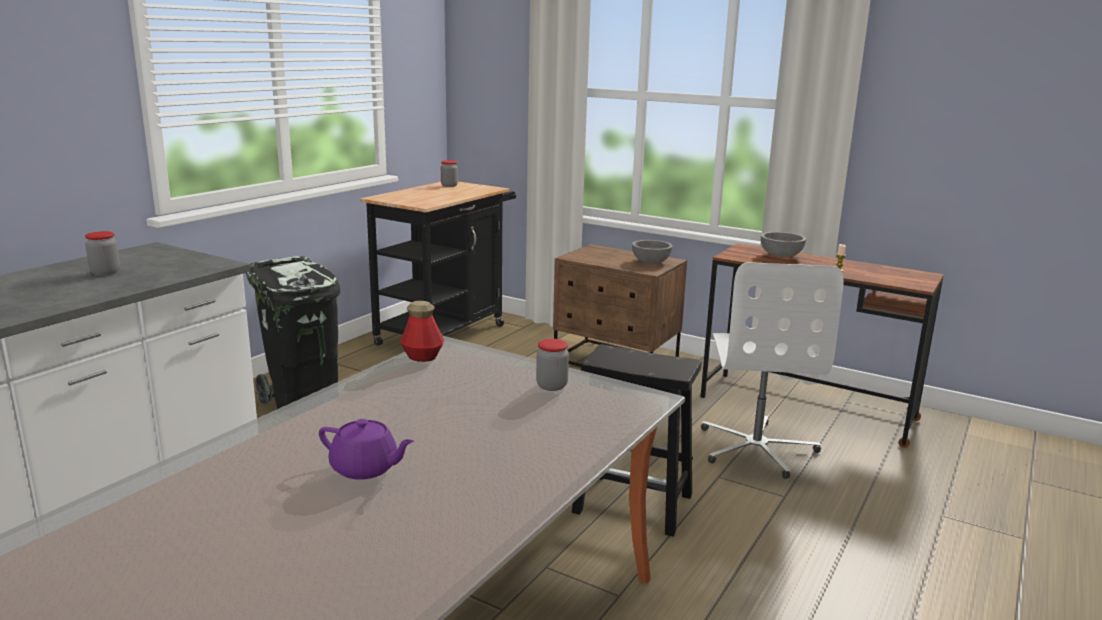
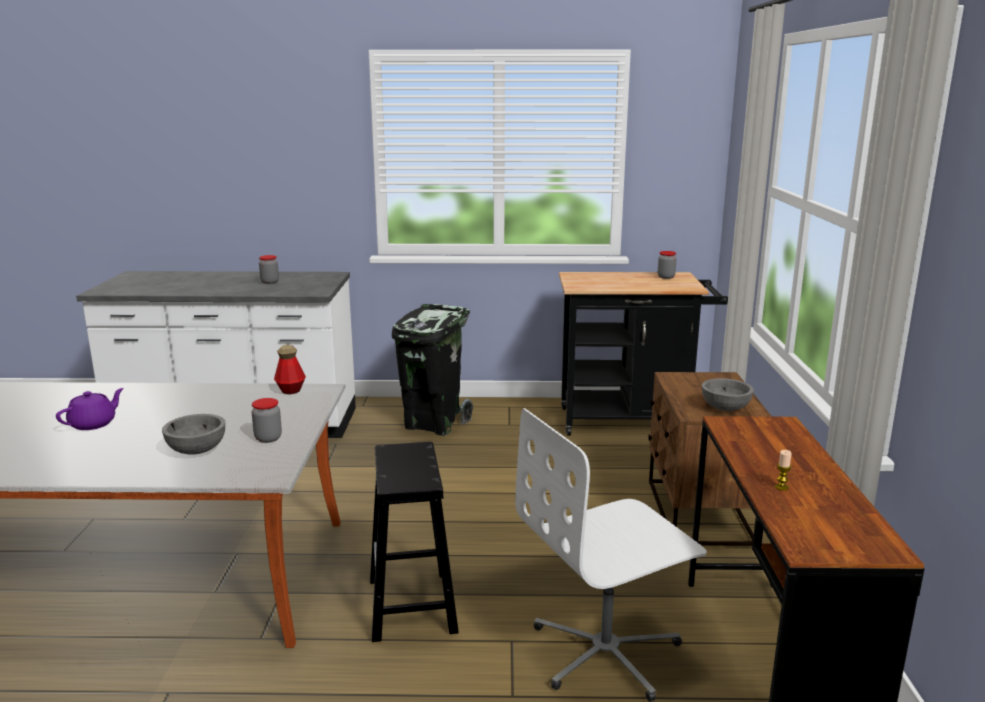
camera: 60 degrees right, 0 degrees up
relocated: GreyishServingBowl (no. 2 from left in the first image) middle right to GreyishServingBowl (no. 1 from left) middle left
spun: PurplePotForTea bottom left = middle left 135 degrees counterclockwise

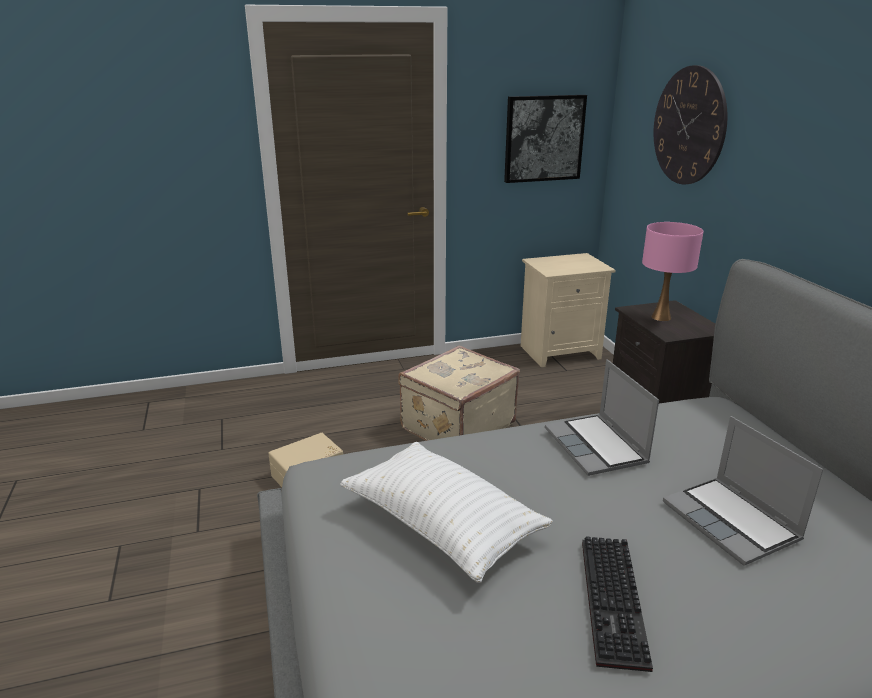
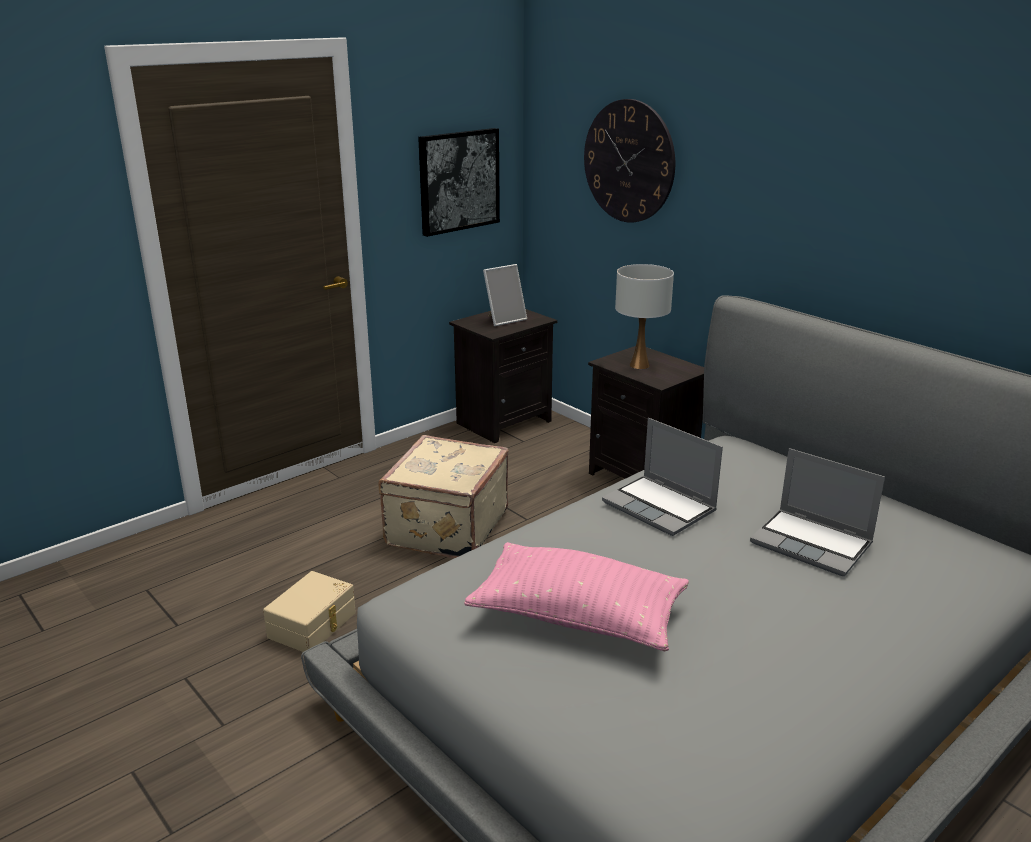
camera: 25 degrees left, 0 degrees up
missing: ComputerKeyboard bottom right
appeared: PhotoFrame centre
colour: BeigeColouredNightTable centre to BlackNightTable (no. 1 from left) centre; WhitishThrowPillow bottom centre to PinkThrowPillow bottom centre; PinkLampForATable middle right to WhitishLampForATable centre

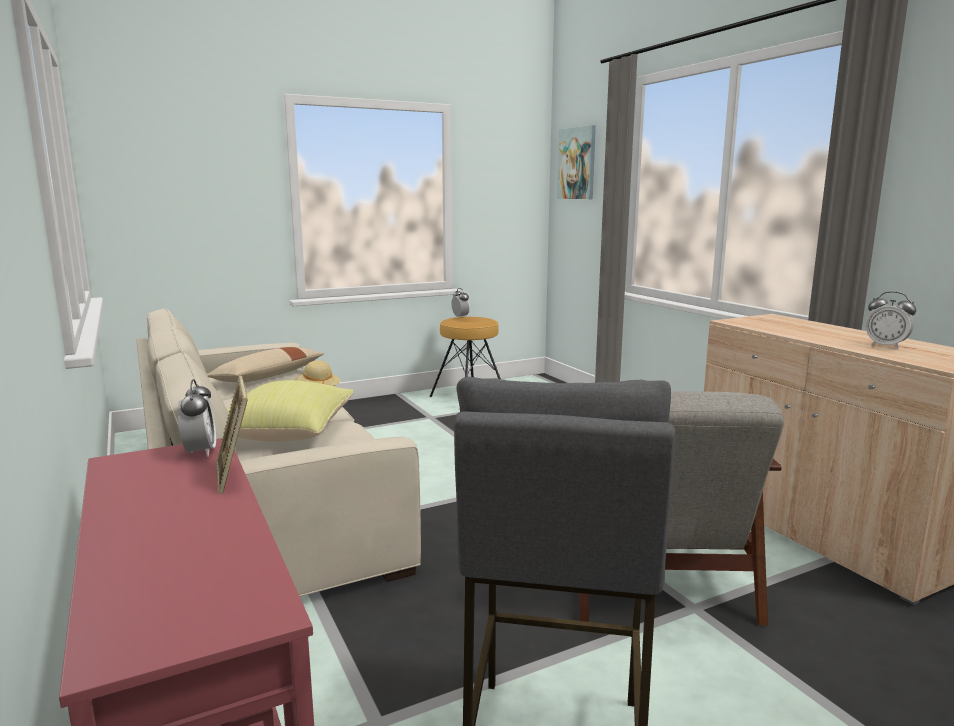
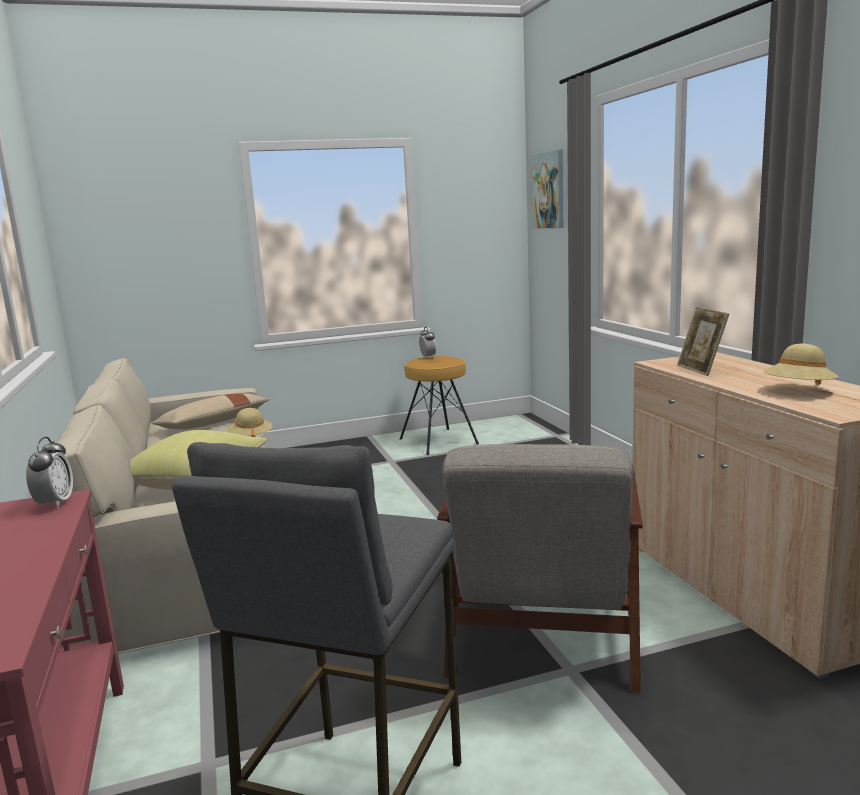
camera: 10 degrees right, 0 degrees up
relocated: PhotoFrame middle left to middle right
exchanged: BedsideClock (no. 3 from left) middle right to BeigeColouredWearableHat (no. 2 from left) middle right

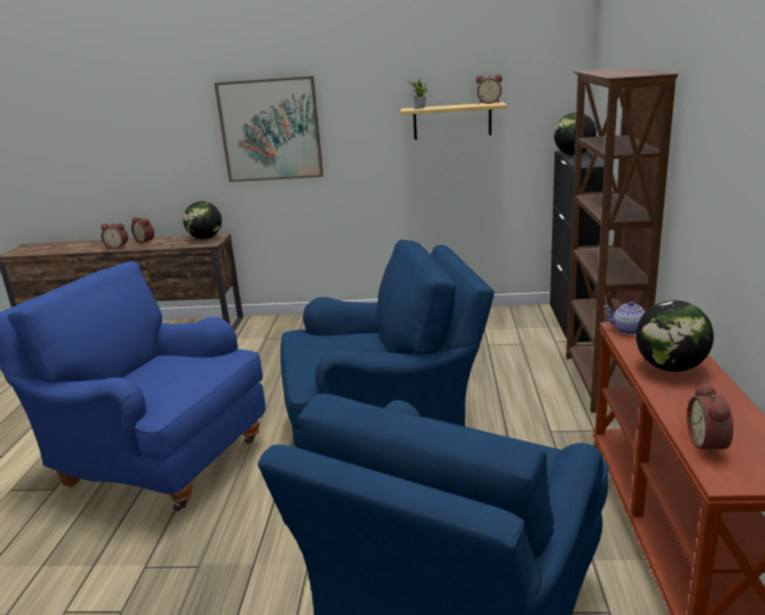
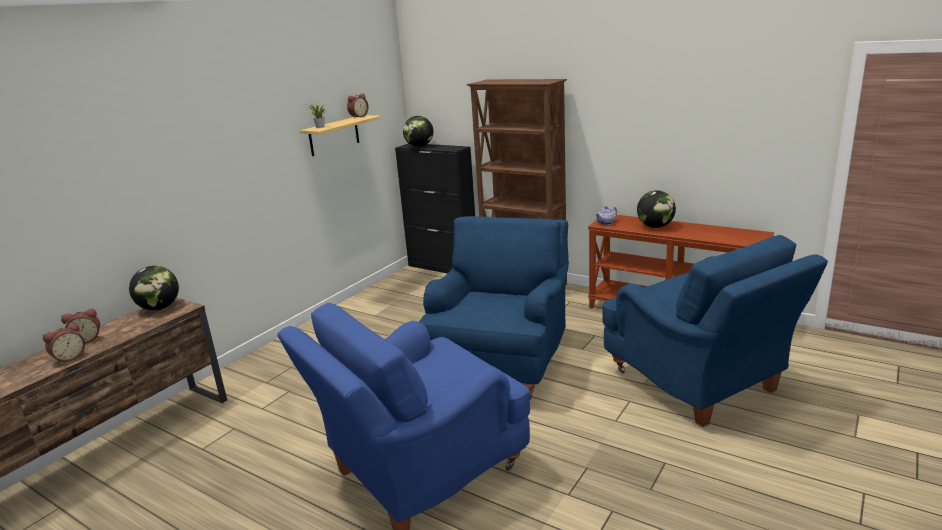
camera: 60 degrees left, 0 degrees up
missing: Picture top centre; BedsideClock (no. 4 from left) bottom right

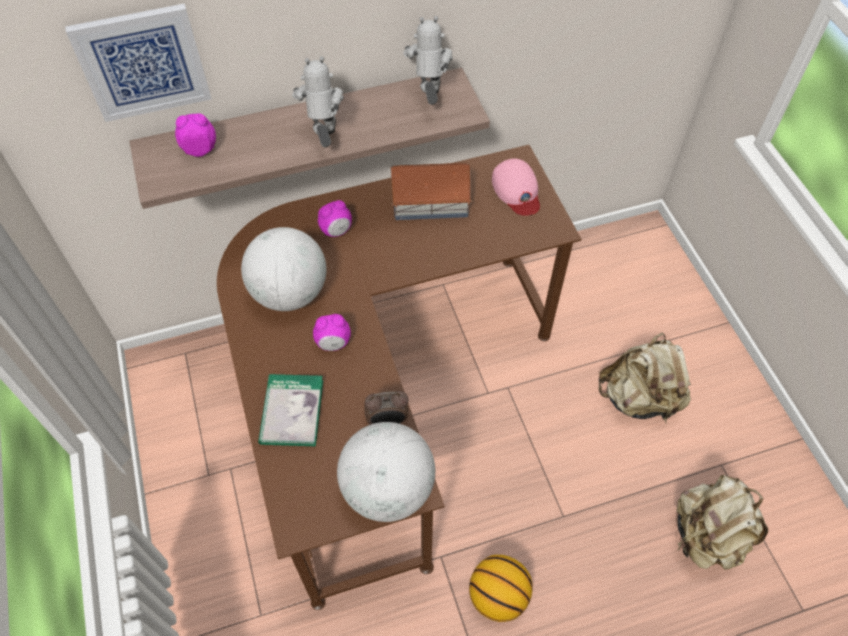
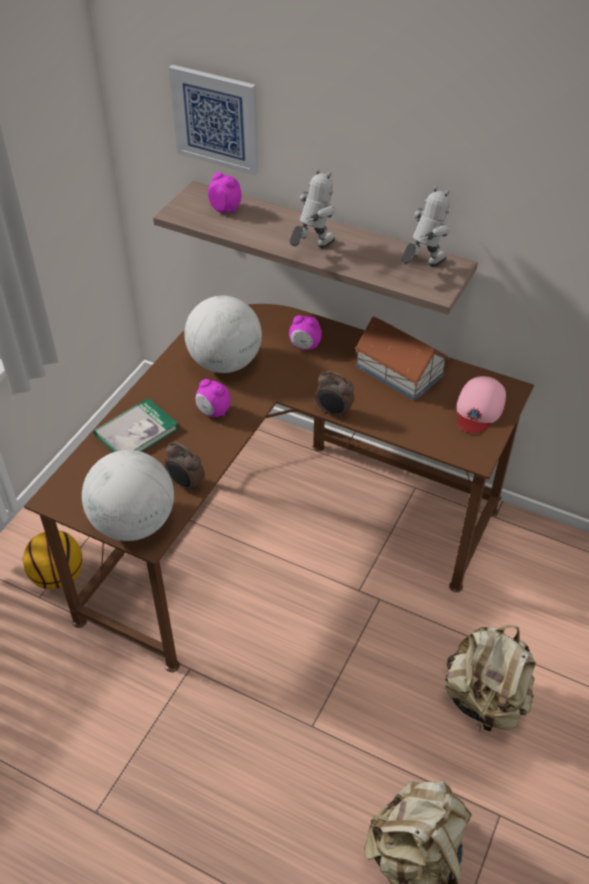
camera: 45 degrees right, 10 degrees down
appeared: BedsideClock (no. 5 from left) centre
relocated: Basketball bottom centre to middle left

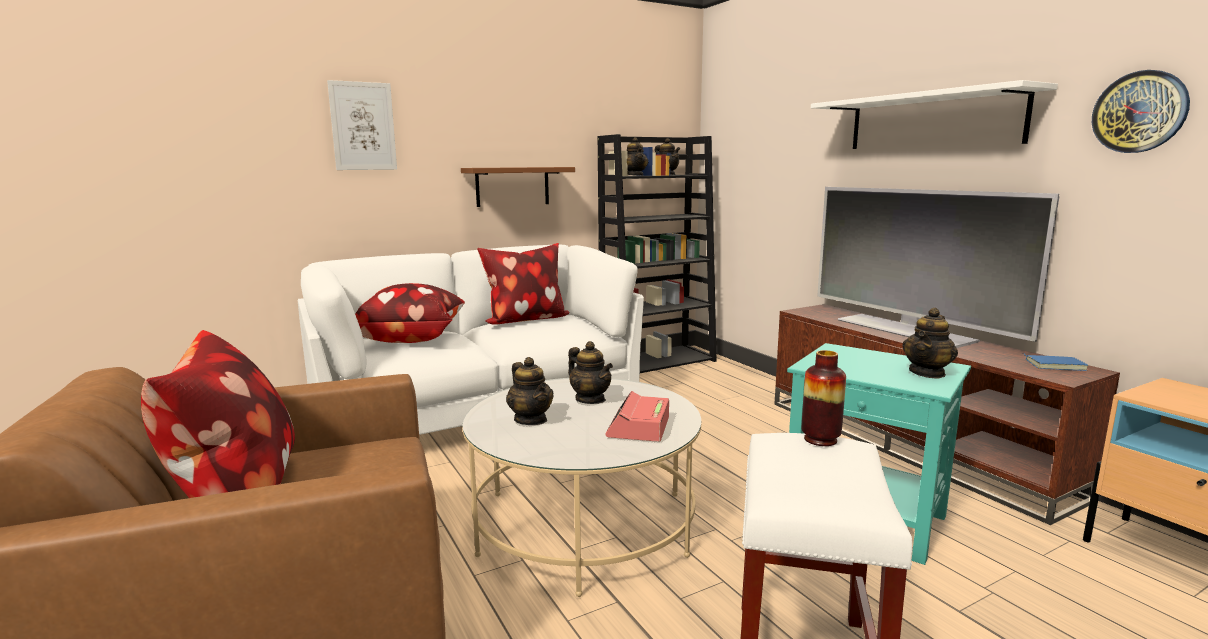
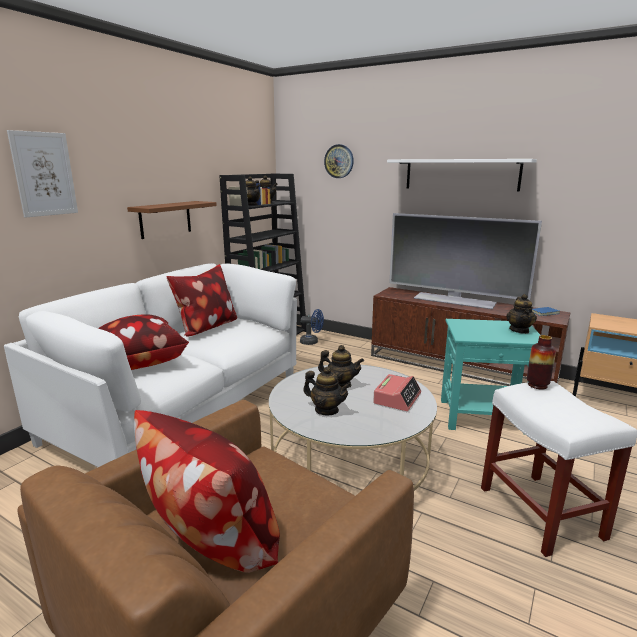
camera: 30 degrees left, 5 degrees up
appeared: BlueColouredElectricFan centre
relocated: HangingClock top right to top centre
spun: BedsideClock centre = centre 135 degrees counterclockwise

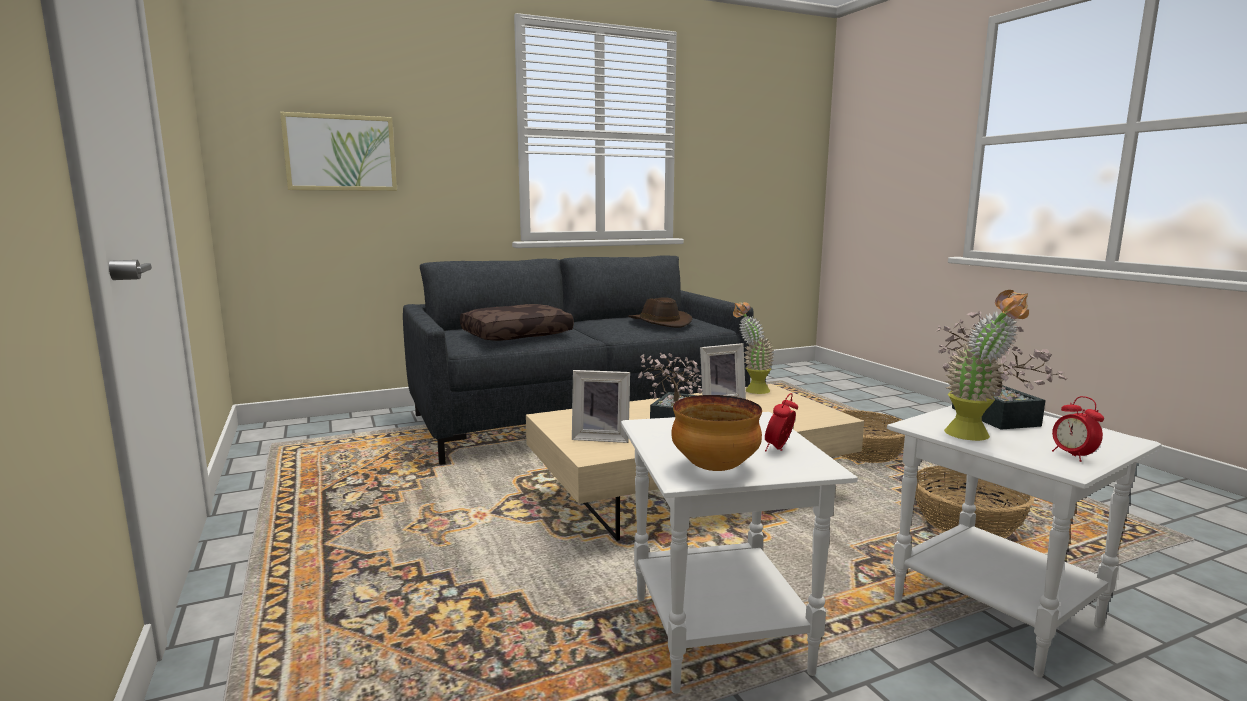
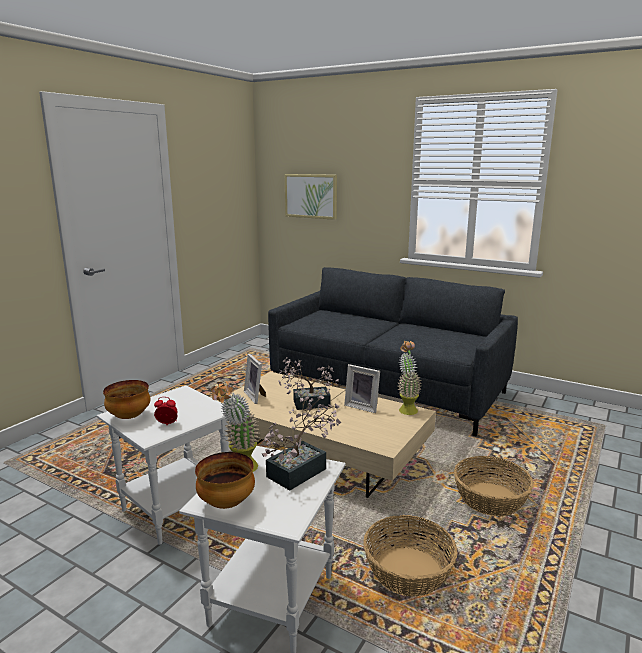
camera: 55 degrees right, 5 degrees up
missing: BrownColouredThrowPillow centre; BrownColouredWearableHat centre
exchanged: BedsideClock (no. 2 from left) middle right to ServingBowl (no. 2 from left) bottom centre

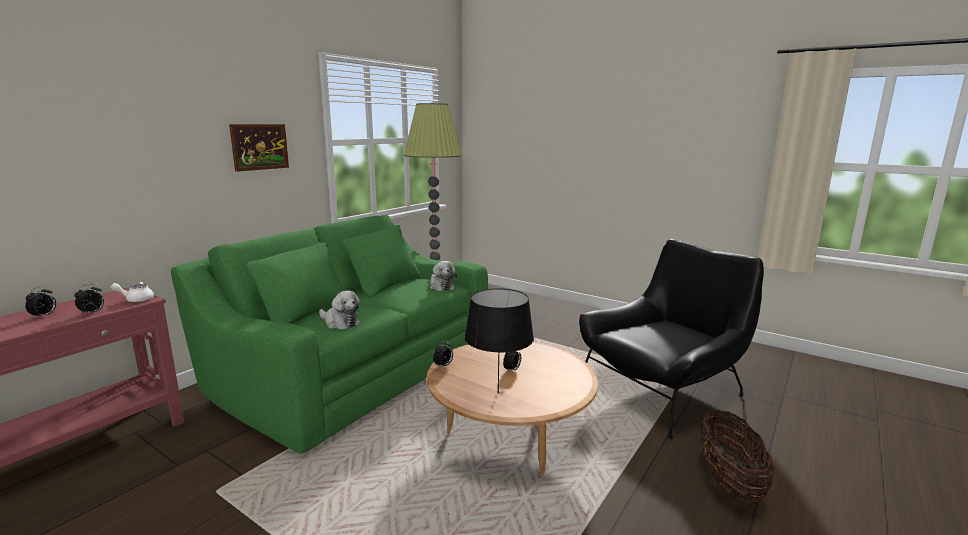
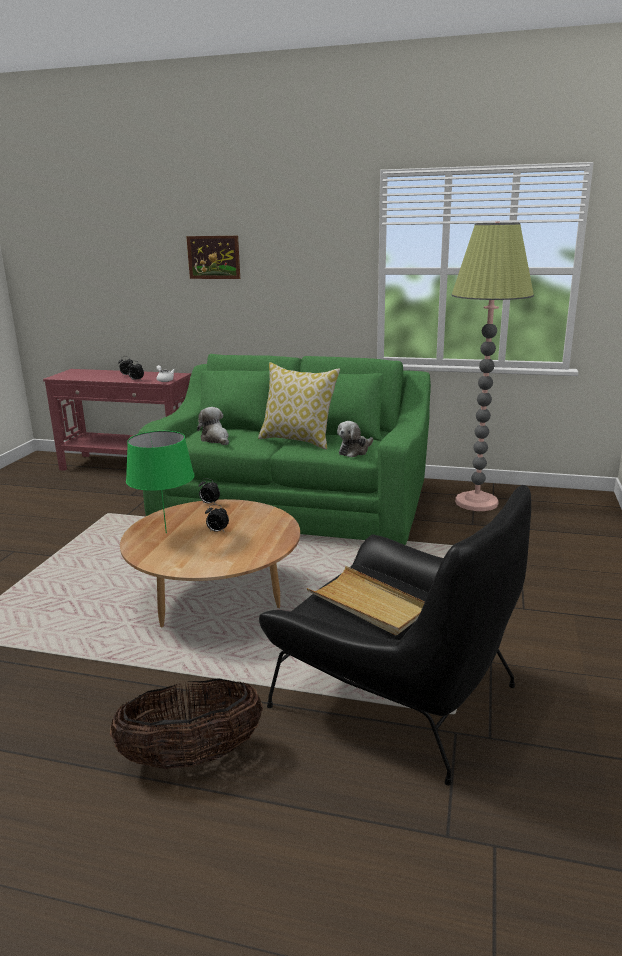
camera: 70 degrees right, 5 degrees up
appeared: ThrowPillow centre; BeigeColouredCarryingTray centre
relocated: Picture top left to top centre
colour: BlackLampForATable centre to GreenColouredLampForATable middle left
spun: SoftToy (no. 1 from left) centre = centre 135 degrees clockwise

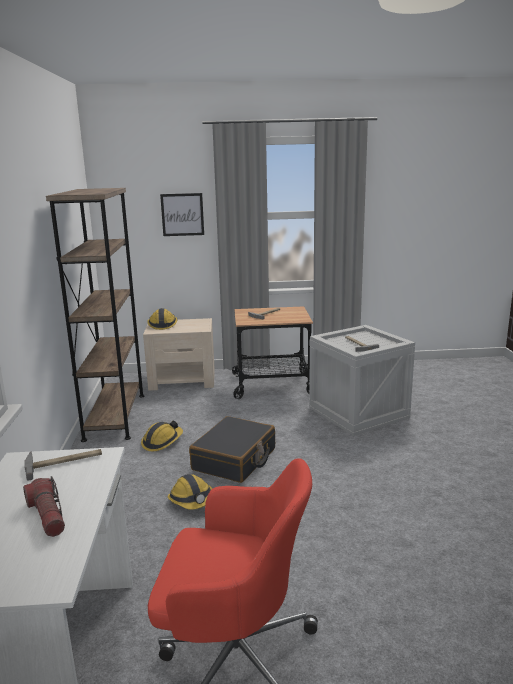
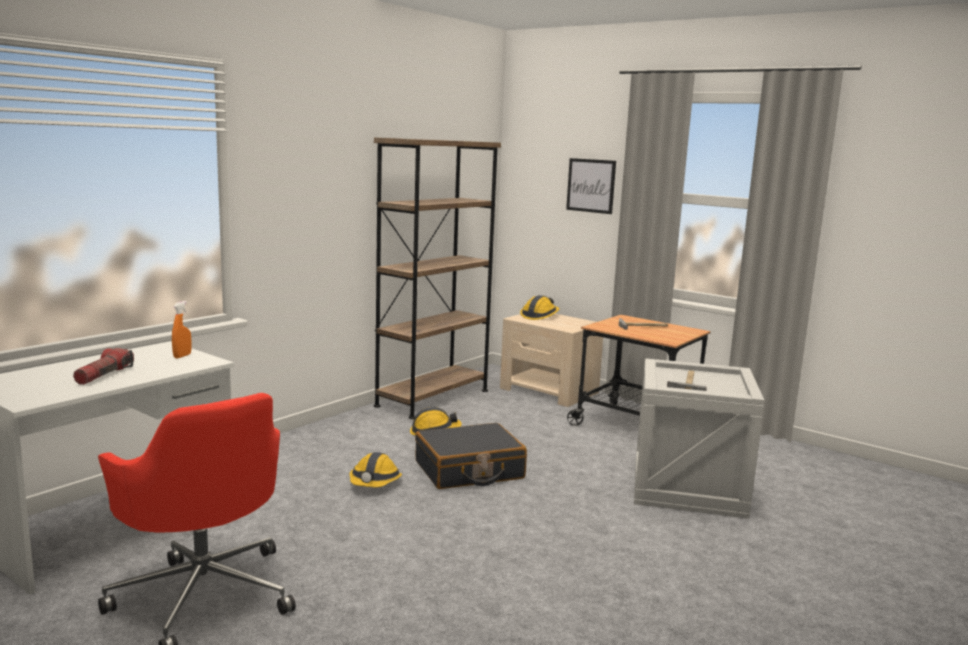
camera: 40 degrees right, 5 degrees down
exchanged: ToolHammer (no. 1 from left) bottom left to OrangeColouredHandSprayer middle left

